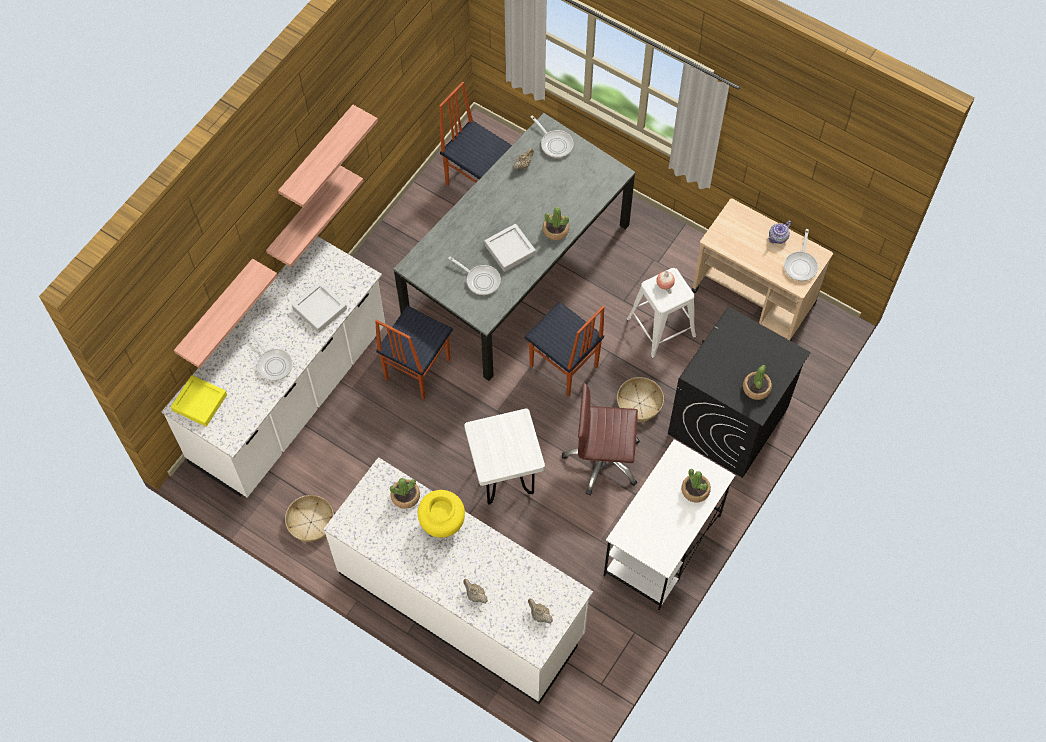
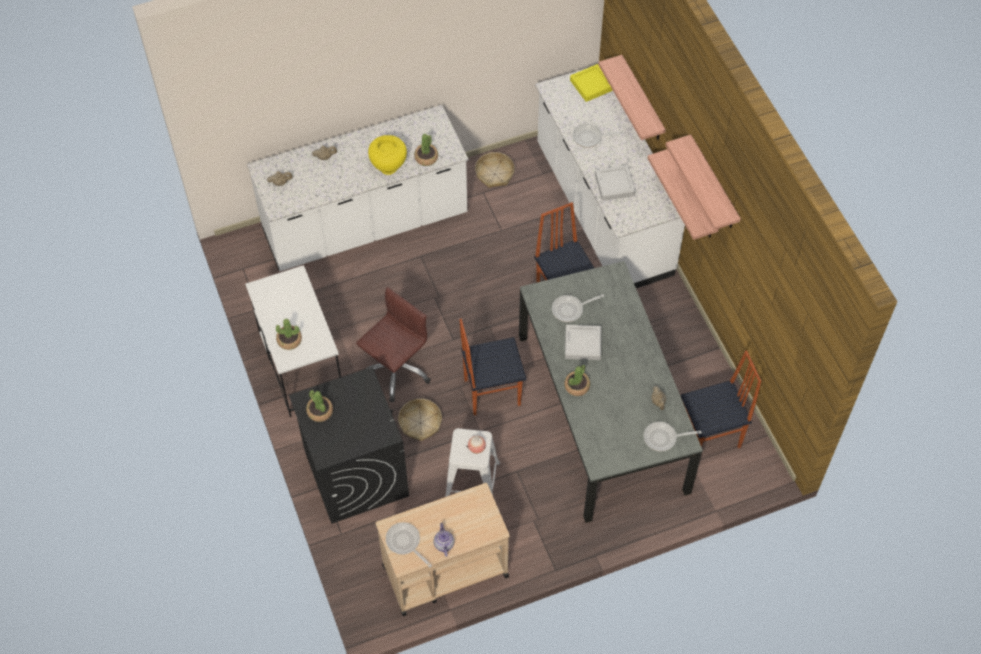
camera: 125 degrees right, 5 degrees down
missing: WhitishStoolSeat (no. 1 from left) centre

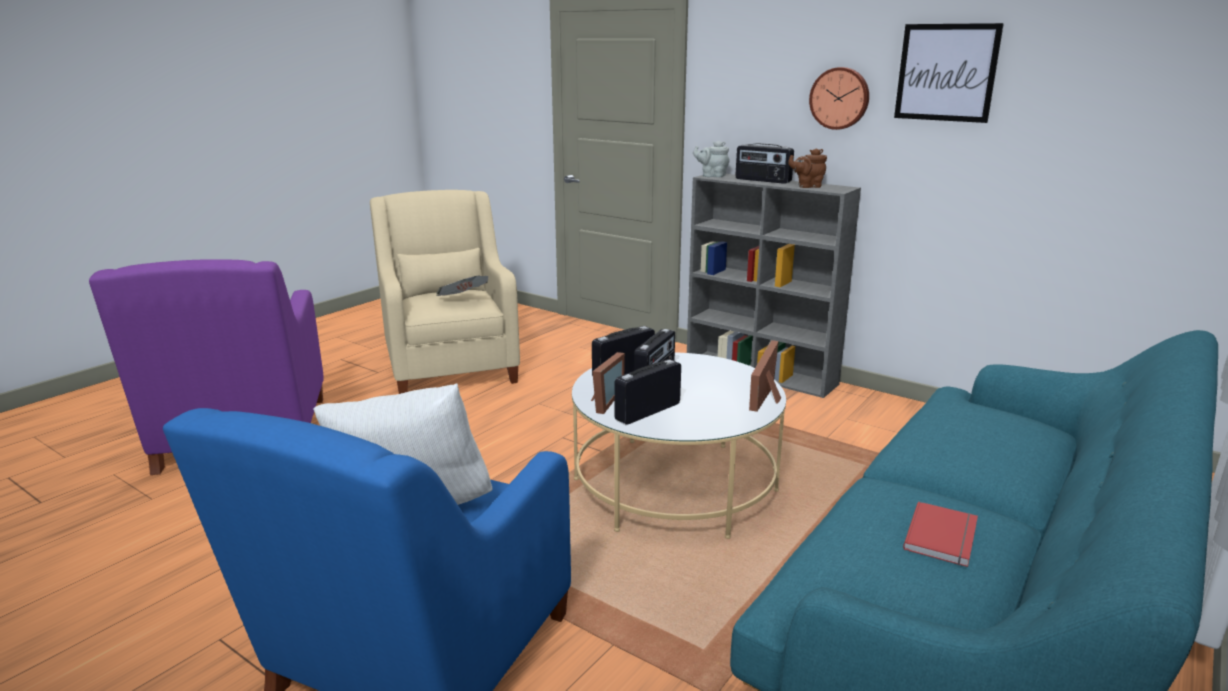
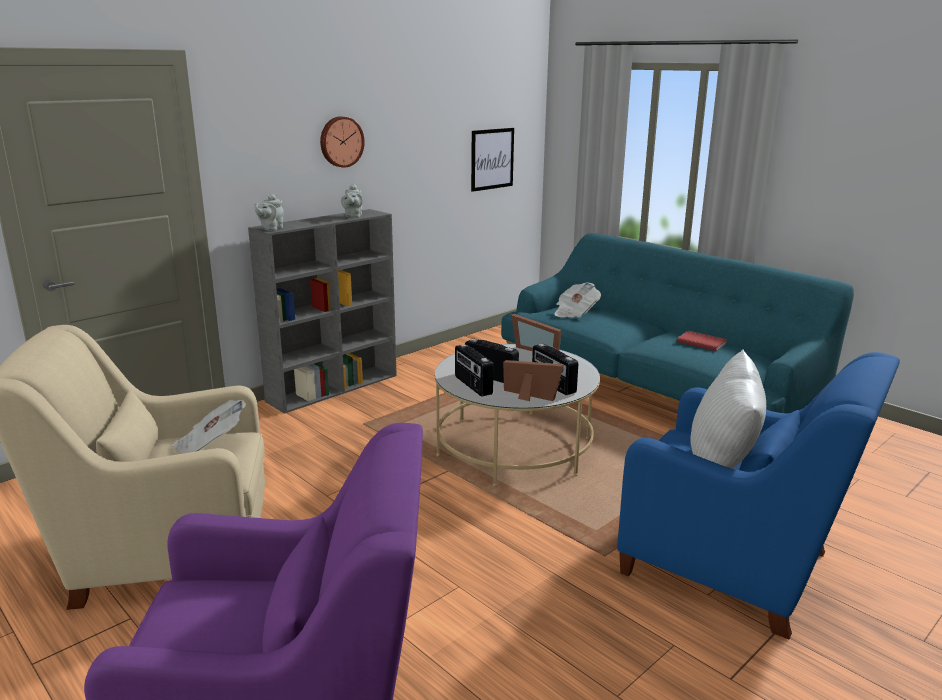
camera: 80 degrees left, 0 degrees up
missing: Radio (no. 4 from left) top centre
appeared: DailyPaper (no. 2 from left) centre
relocated: Picture top right to top centre
colour: BrownColouredPotForTea top centre to GreyishPotForTea (no. 2 from left) top centre

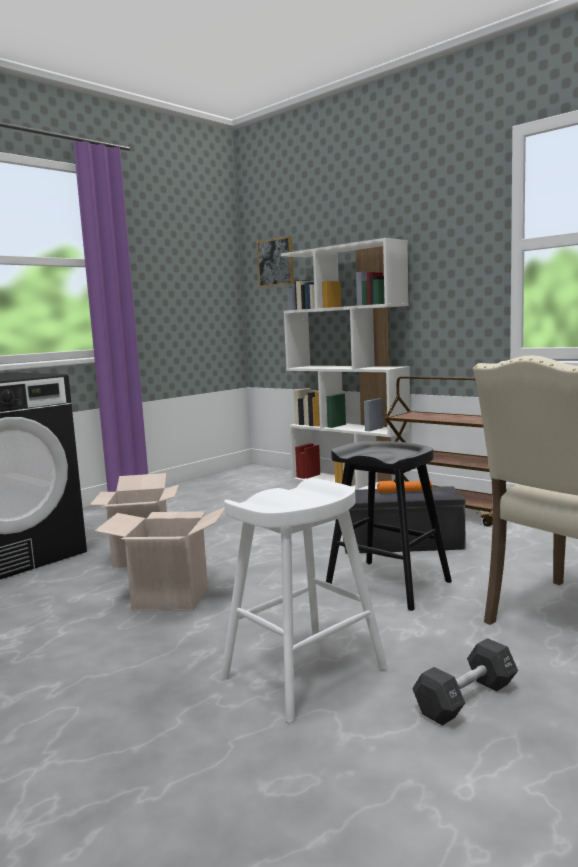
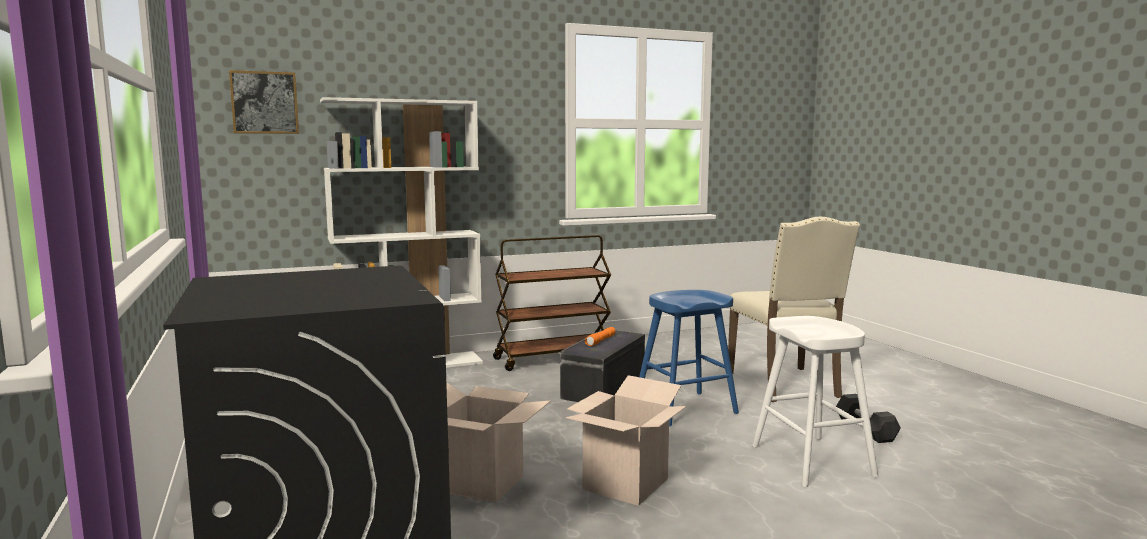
camera: 65 degrees left, 0 degrees up
colour: BlackStoolSeat middle right to BlueColouredStoolSeat centre

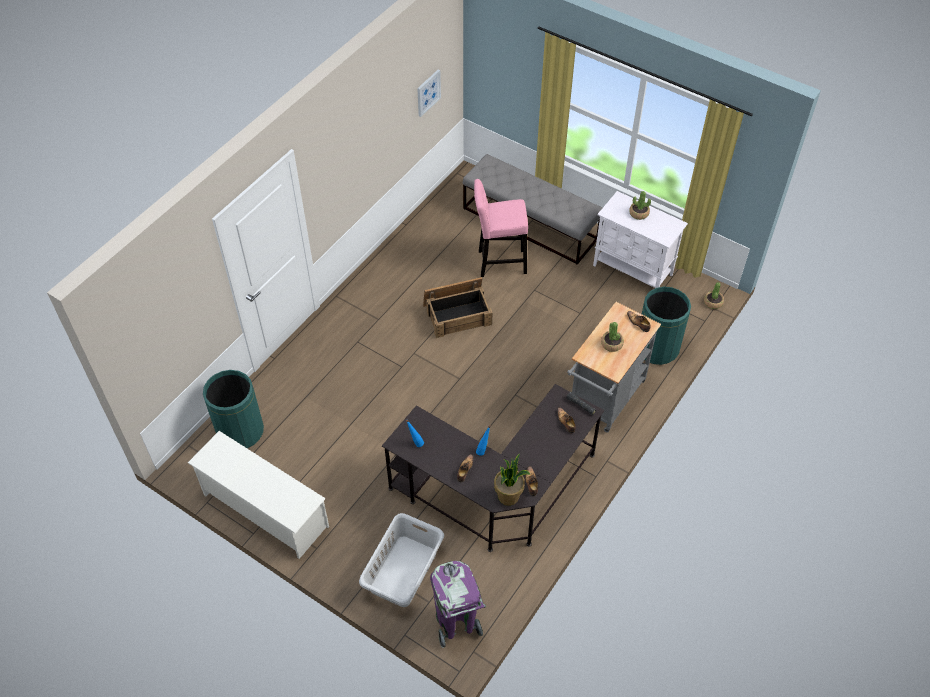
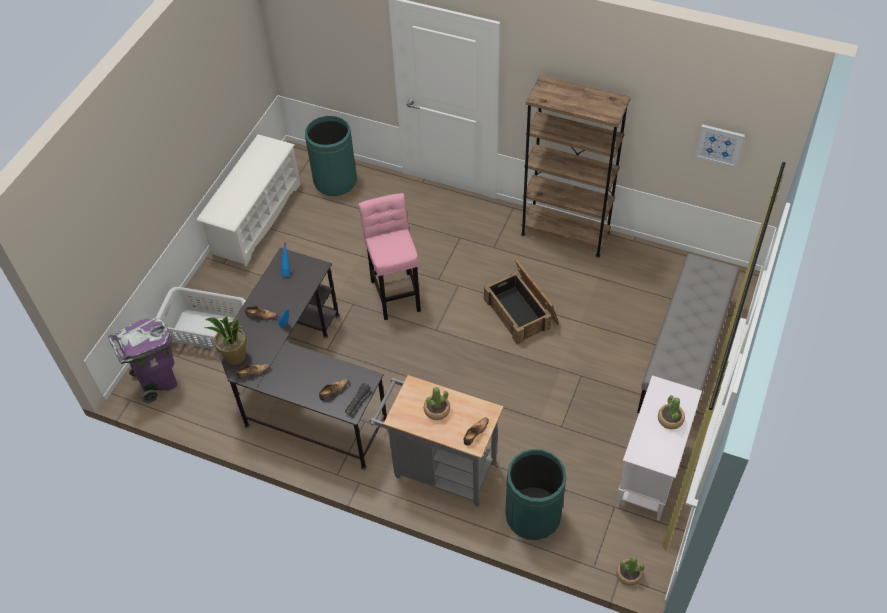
camera: 80 degrees right, 0 degrees up
appeared: BrownColouredBookshelf top centre
relocated: PinkStoolSeat top centre to centre

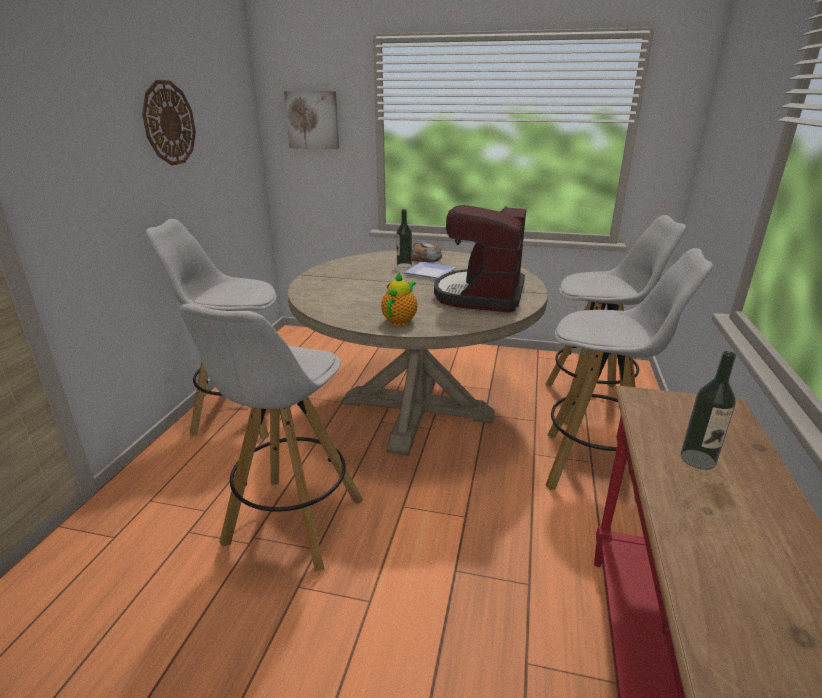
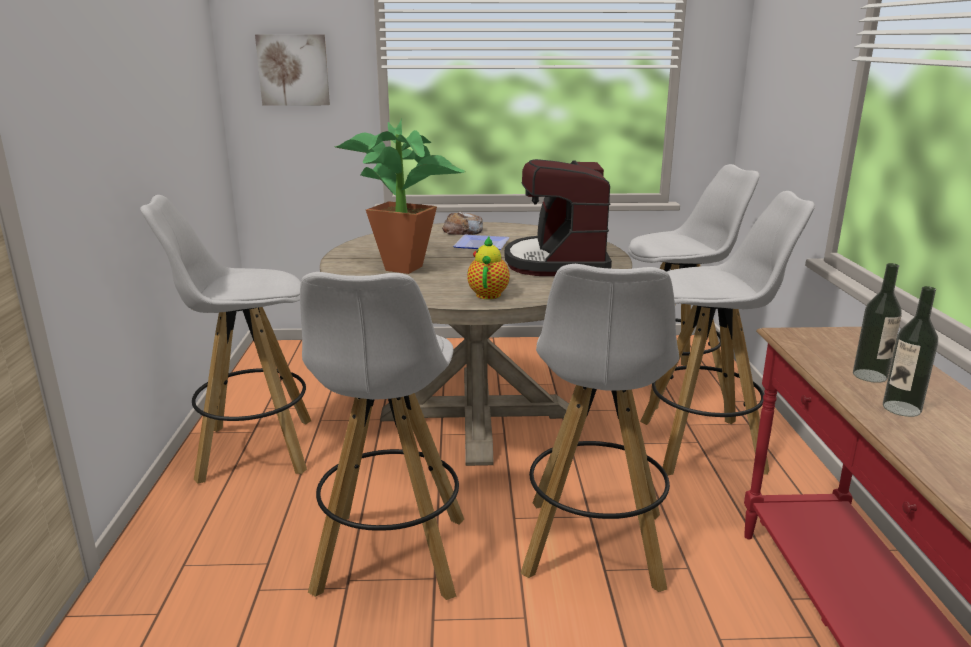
camera: 15 degrees left, 5 degrees down
missing: HangingClock top left
appeared: PlantInAPot top centre; WhitishStoolSeat (no. 3 from left) centre
relocated: BeverageBottle (no. 1 from left in the first image) centre to BeverageBottle (no. 2 from left) middle right

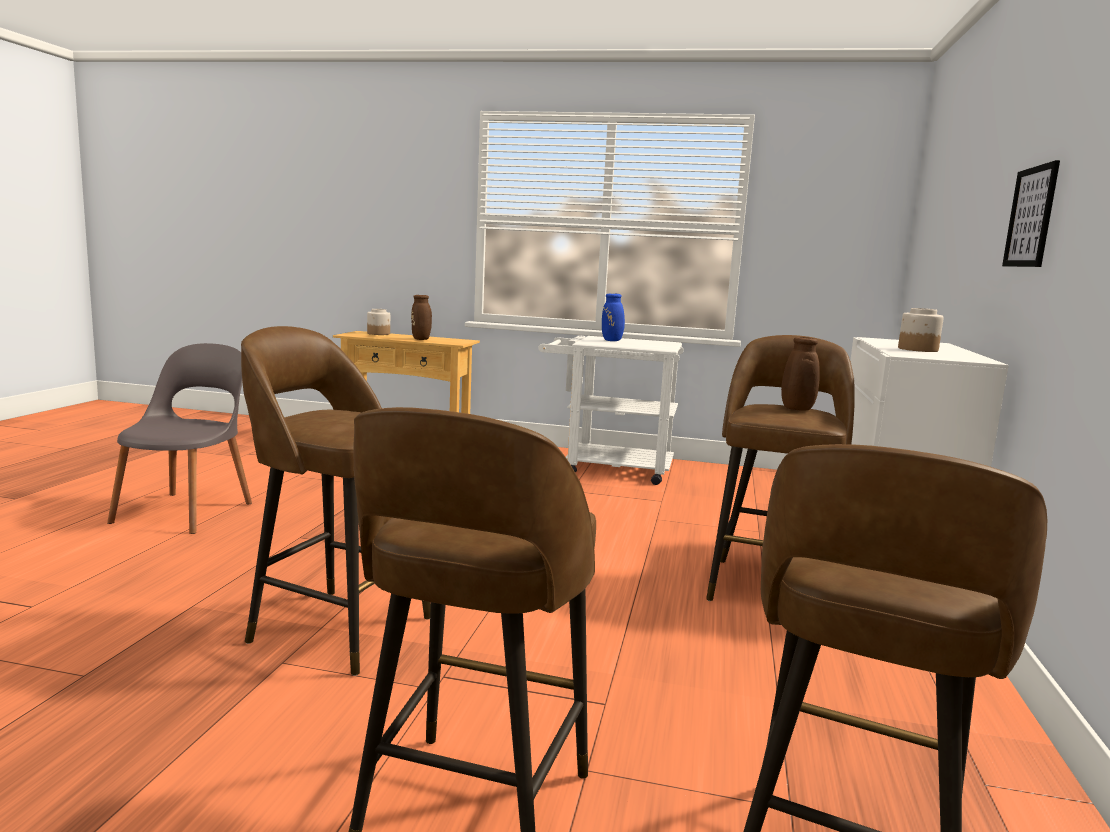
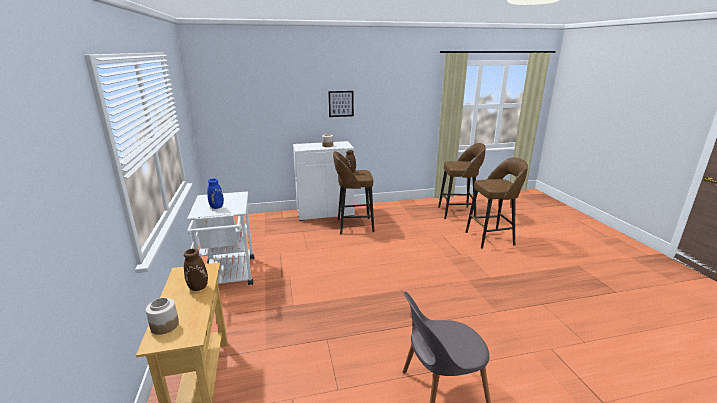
camera: 115 degrees left, 10 degrees up
missing: BrownColouredStoolSeat (no. 1 from left) middle left

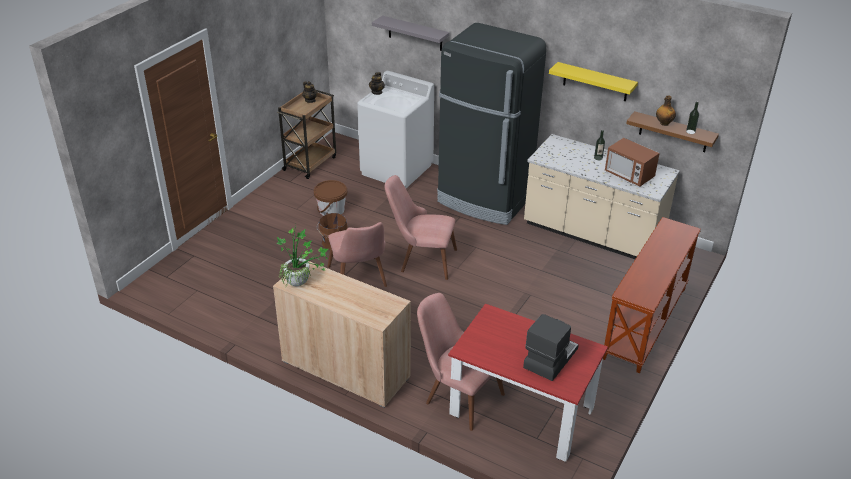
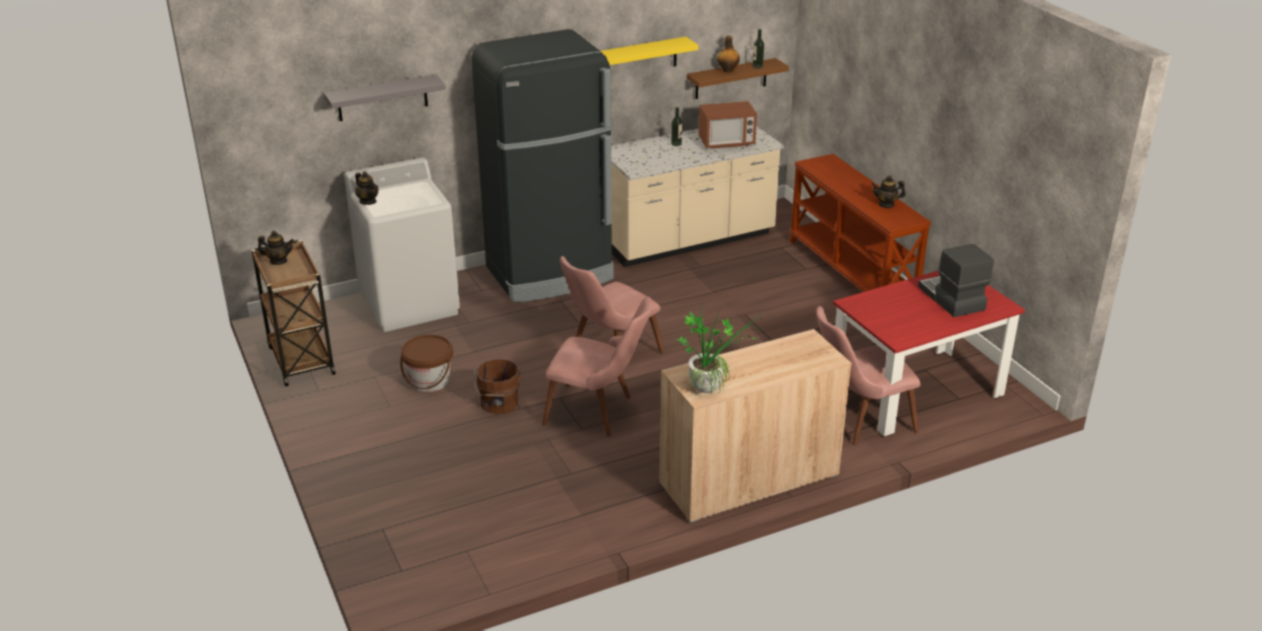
camera: 55 degrees left, 5 degrees down
appeared: PotForTea (no. 3 from left) top right

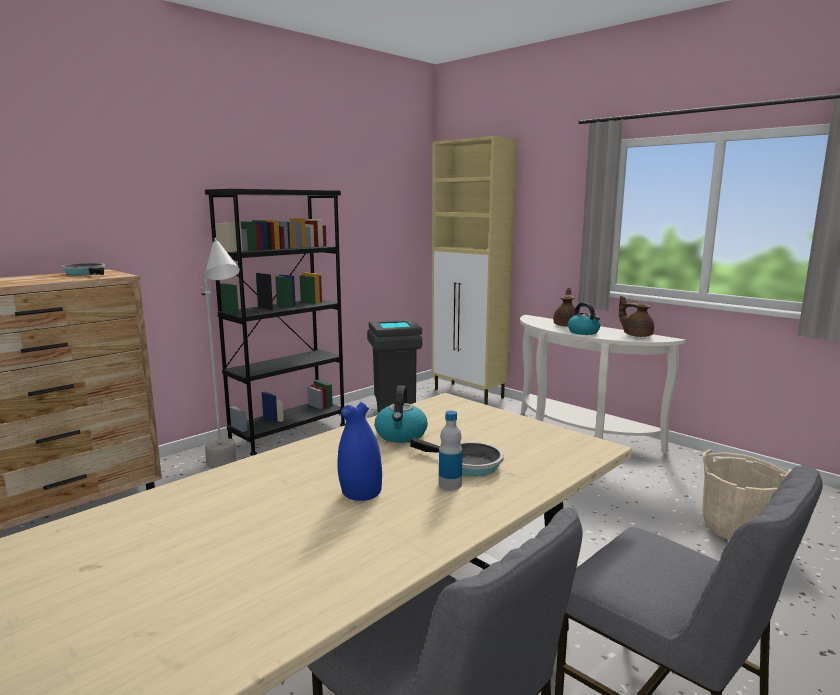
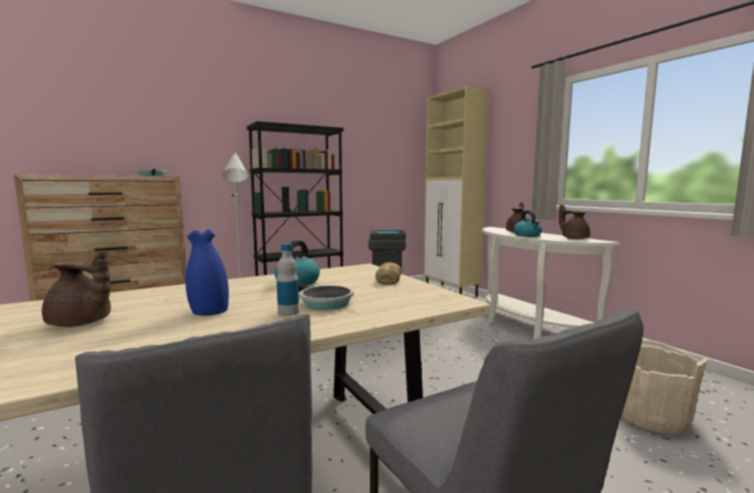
camera: 15 degrees right, 5 degrees down
appeared: BrownColouredPotForTea (no. 1 from left) middle left; BakedBread centre

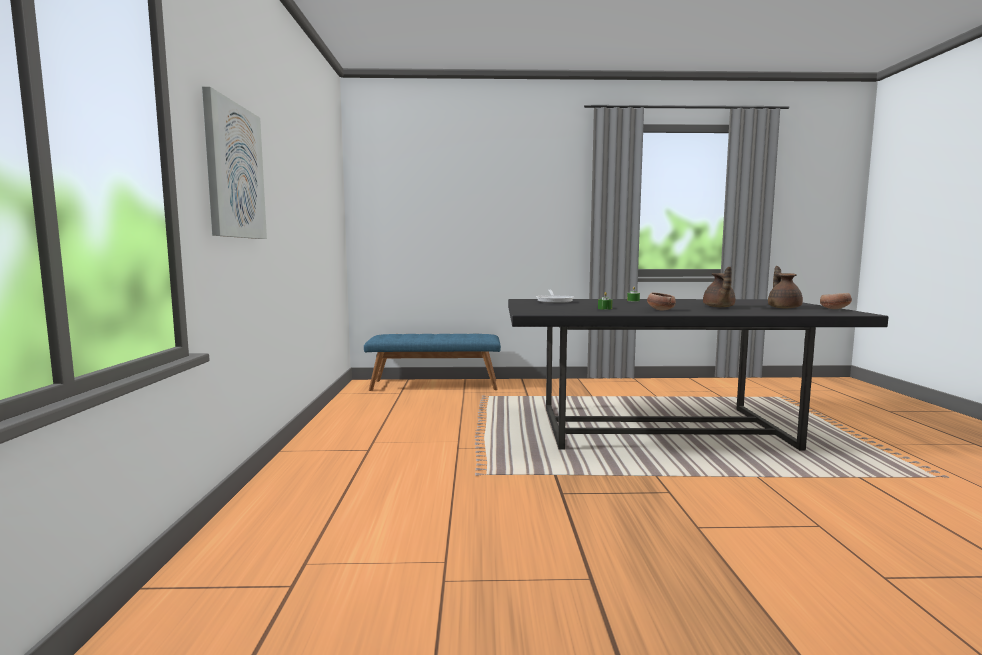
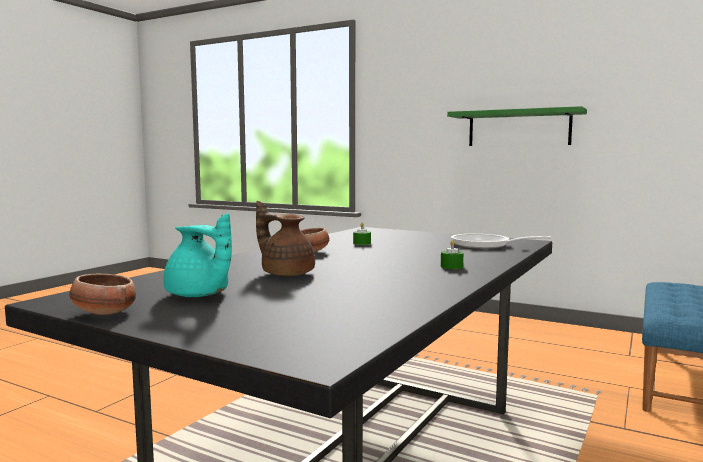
camera: 120 degrees right, 0 degrees up
missing: Picture top left
appeared: GreenColouredWallShelf top right
colour: BrownColouredPotForTea (no. 2 from left) middle right to BlueGreenPotForTea middle left

